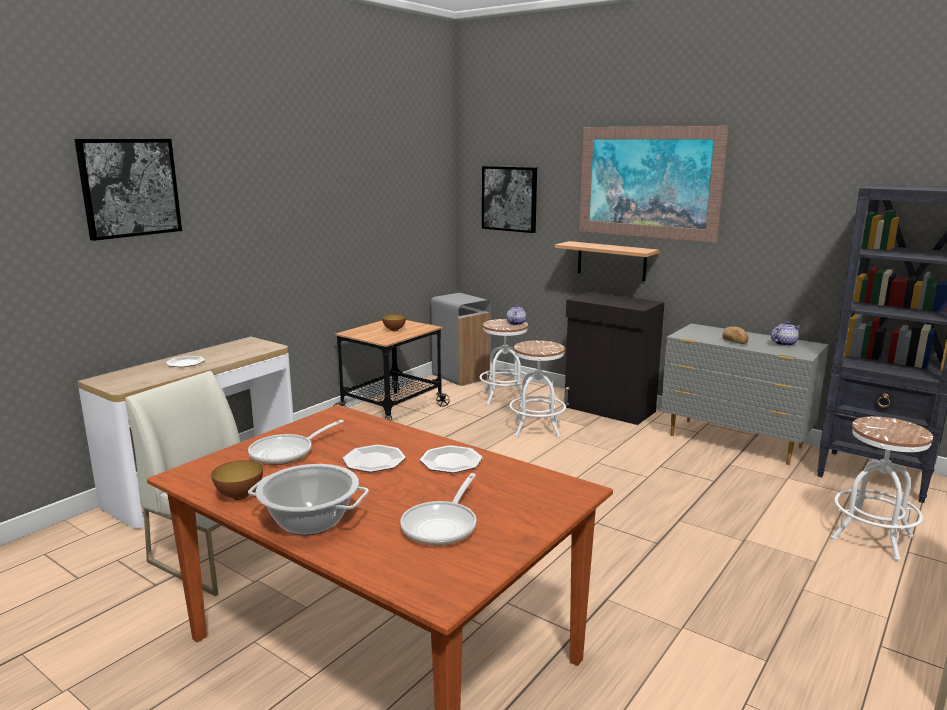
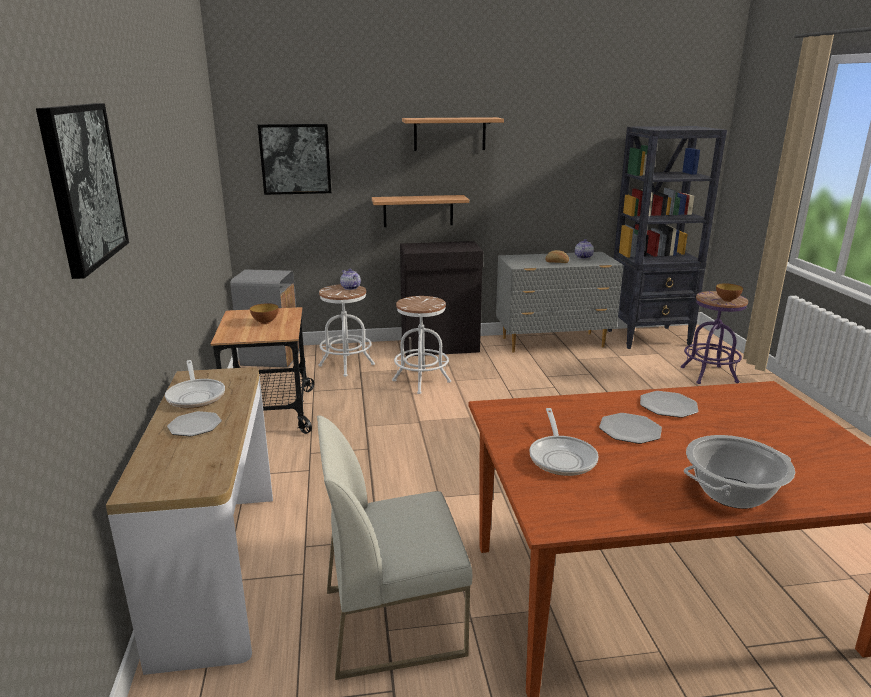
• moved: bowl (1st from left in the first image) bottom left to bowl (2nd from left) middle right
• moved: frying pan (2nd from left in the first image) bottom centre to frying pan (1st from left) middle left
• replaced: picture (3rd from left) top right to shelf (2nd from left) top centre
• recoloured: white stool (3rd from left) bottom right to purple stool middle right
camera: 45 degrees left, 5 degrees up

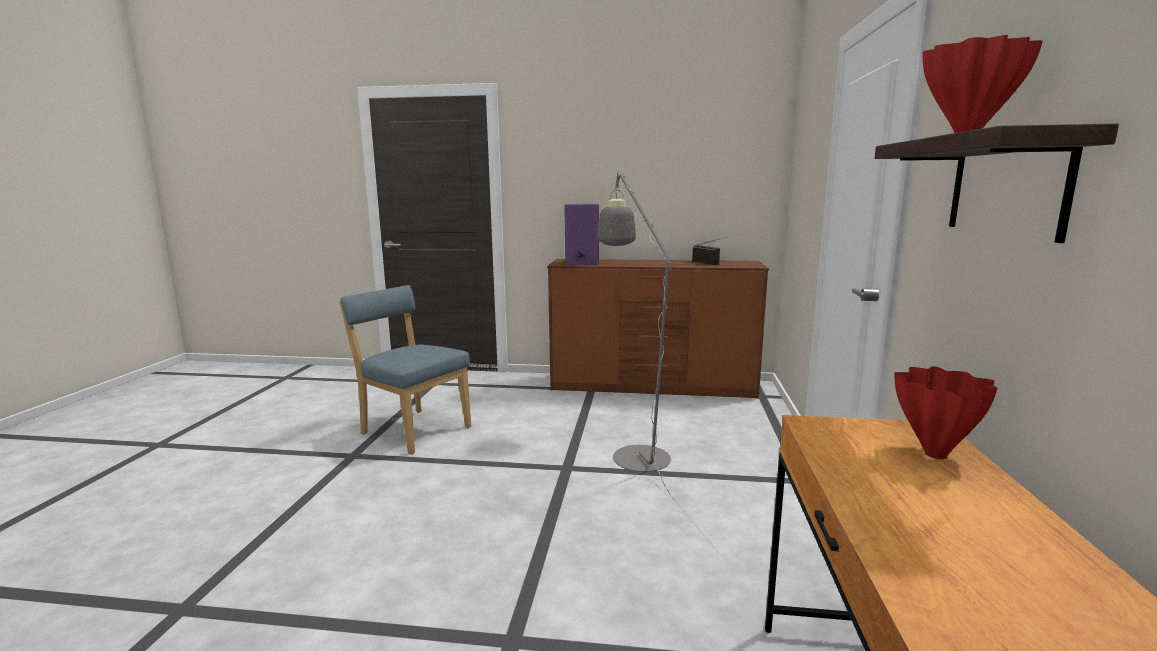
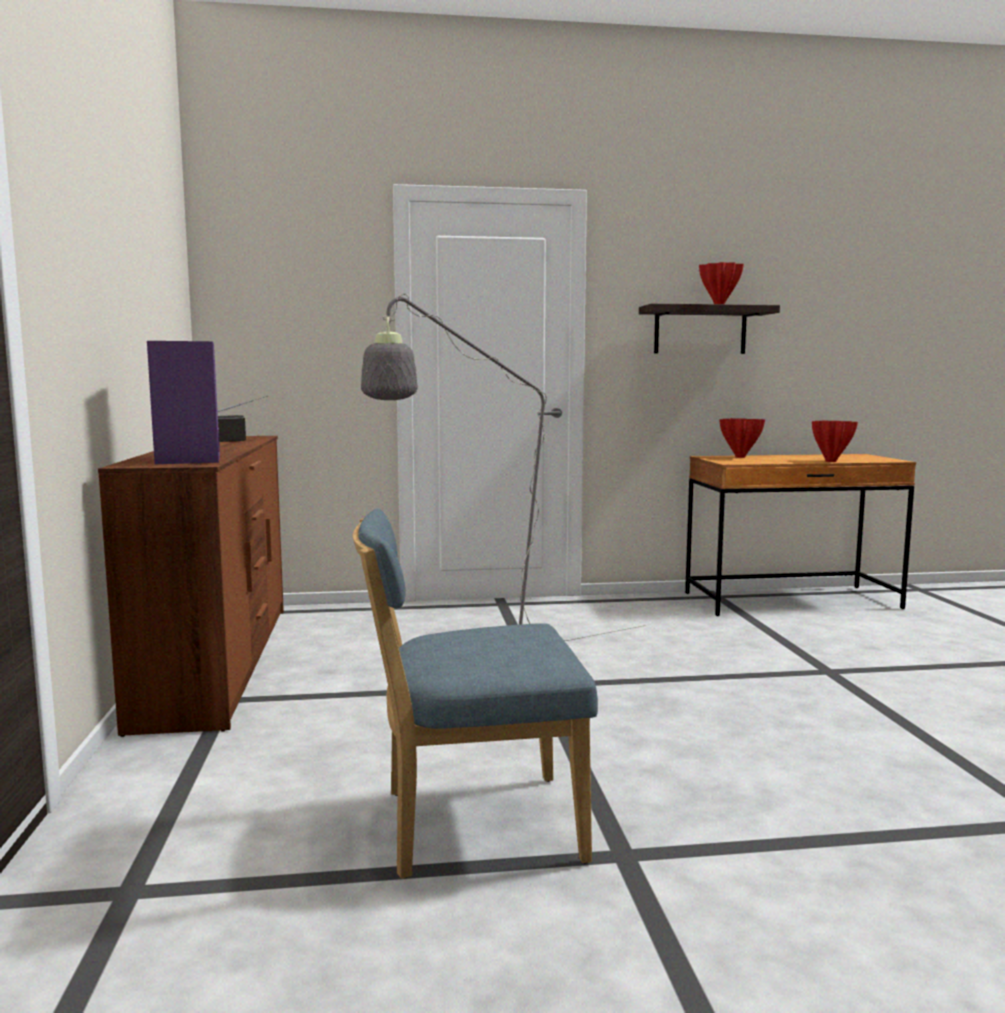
• added: red vase (3rd from left) middle right
• turned: blue chair centre = bottom centre 60 degrees clockwise
camera: 105 degrees left, 5 degrees down

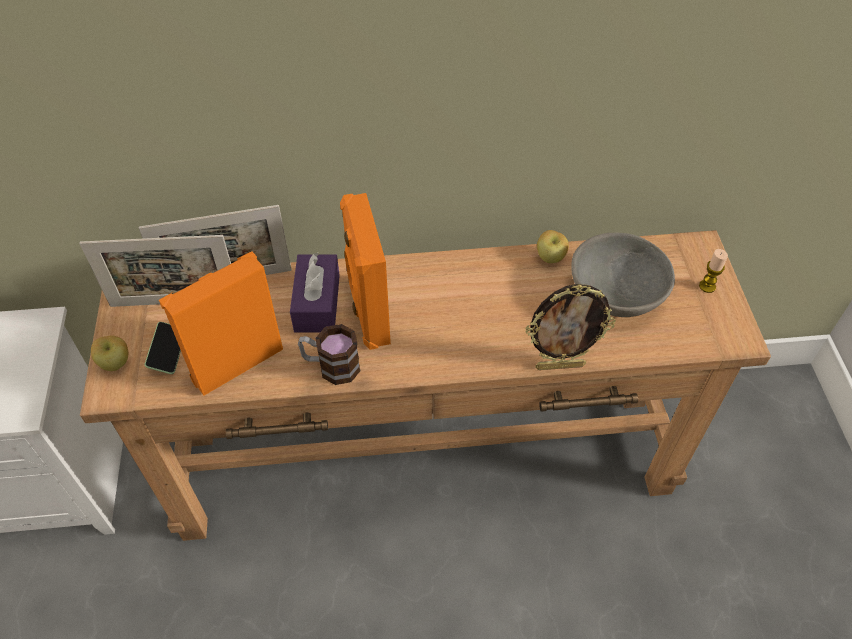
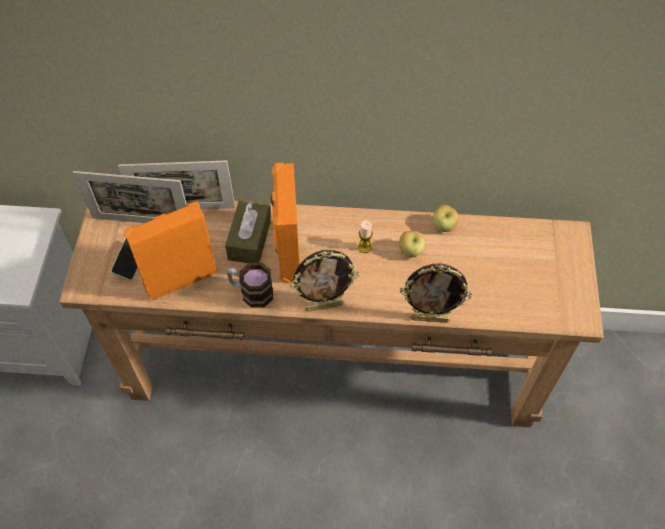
• removed: grey bowl middle right
• added: picture frame (3rd from left) centre
• moved: apple (1st from left) middle left to centre
• moved: candle middle right to centre
• recoloured: purple tissue box centre to brown tissue box centre
camera: 10 degrees right, 5 degrees up

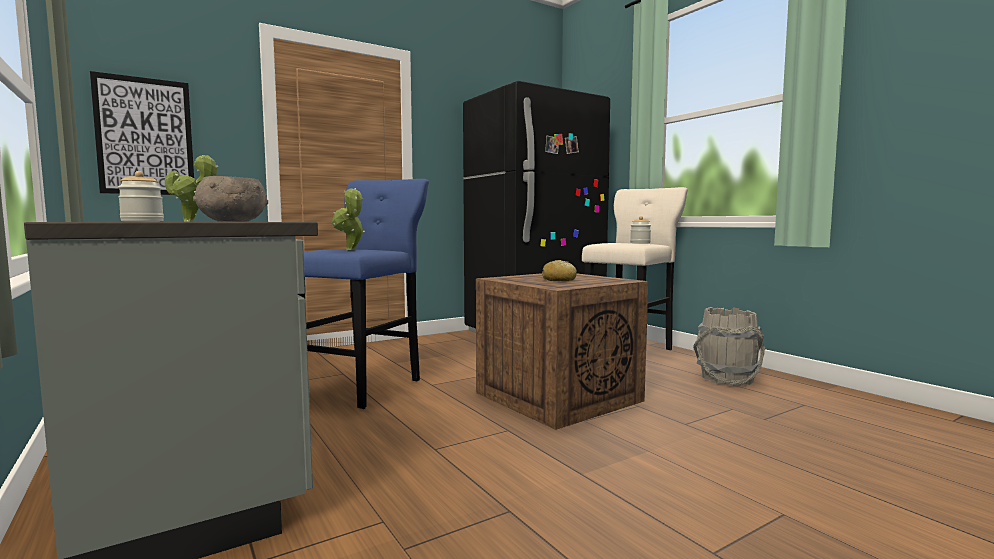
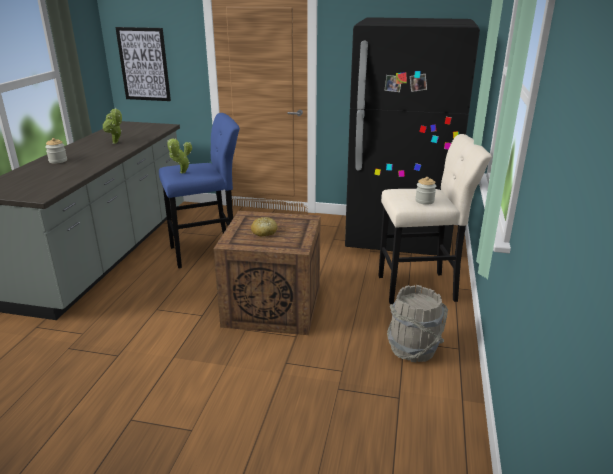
• removed: grey bowl middle left
camera: 45 degrees right, 20 degrees up

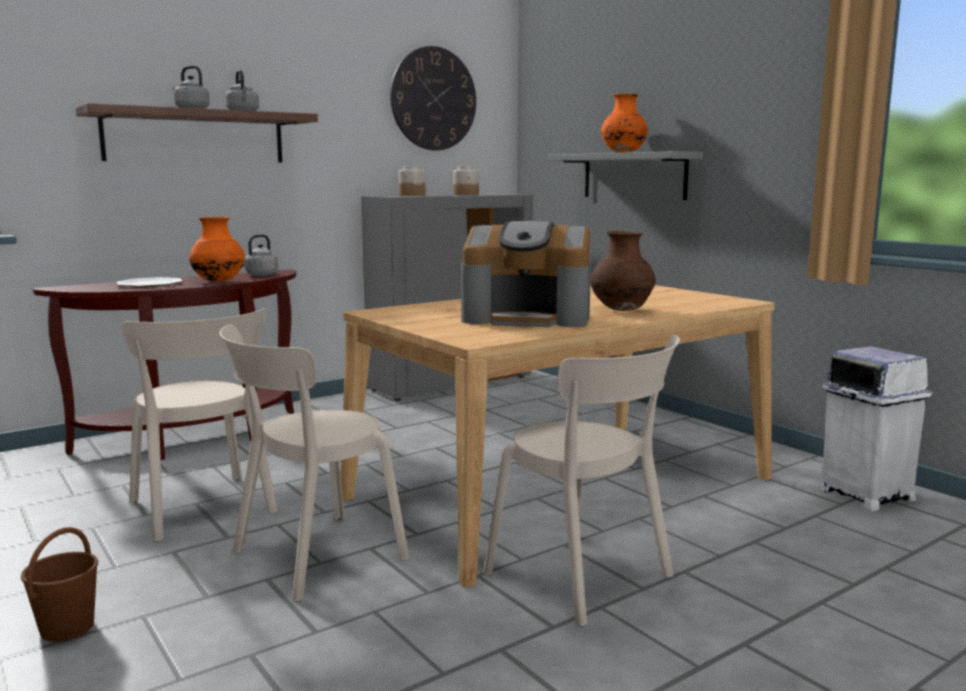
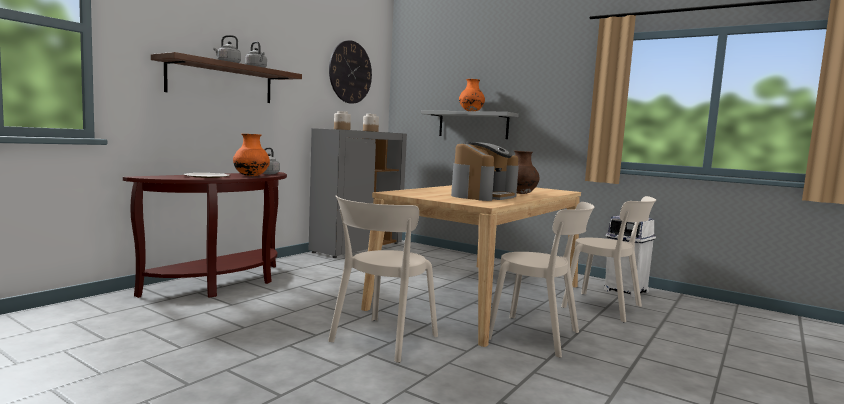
• removed: brown bucket bottom left
• moved: beige chair (1st from left in the first image) middle left to beige chair (3rd from left) middle right
• turned: coffee machine centre = centre 45 degrees counterclockwise
camera: 20 degrees left, 5 degrees down

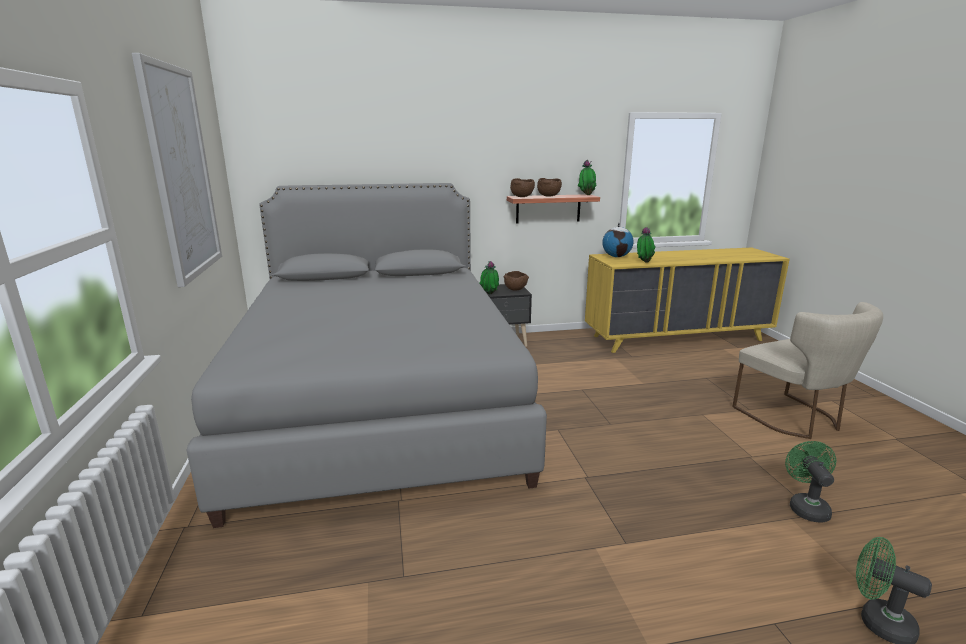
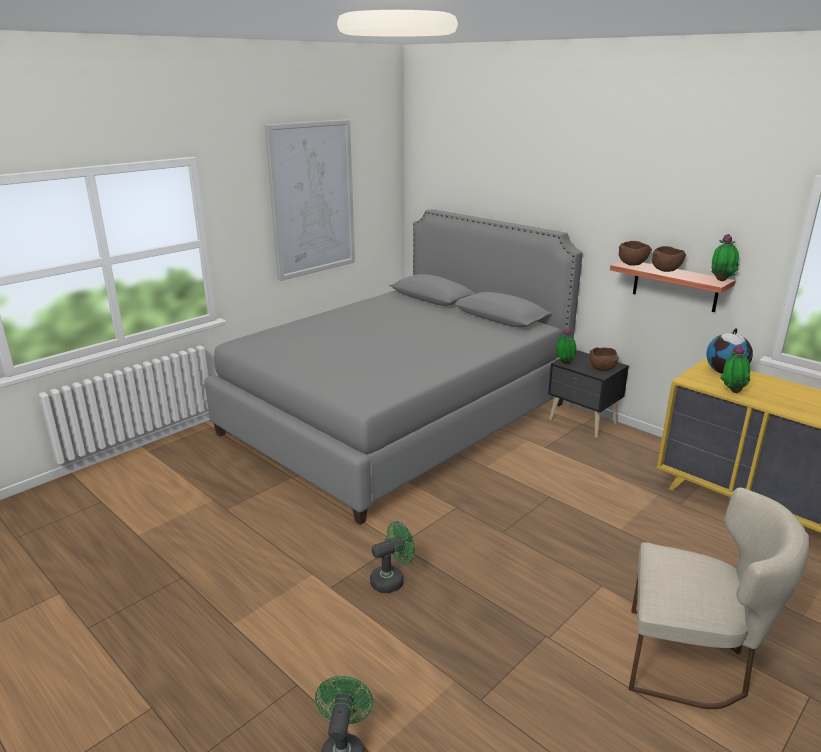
• moved: green fan (1st from left in the first image) bottom right to green fan (2nd from left) bottom centre
• turned: beige chair middle right = bottom right 105 degrees counterclockwise
camera: 55 degrees right, 5 degrees up

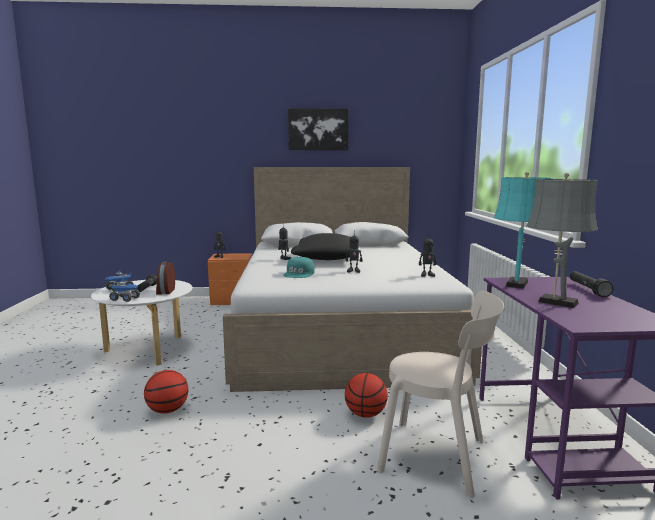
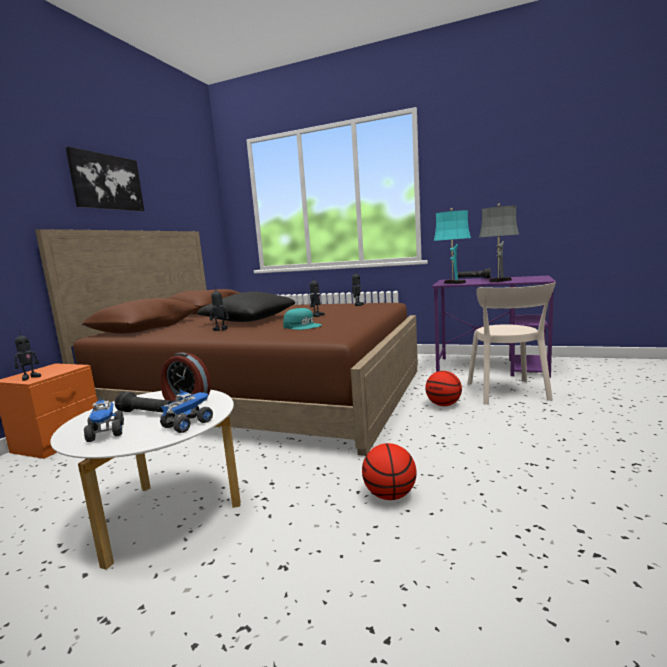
• recoloured: white bed centre to brown bed centre
• turned: beige chair bottom right = middle right 135 degrees clockwise
camera: 65 degrees left, 0 degrees up

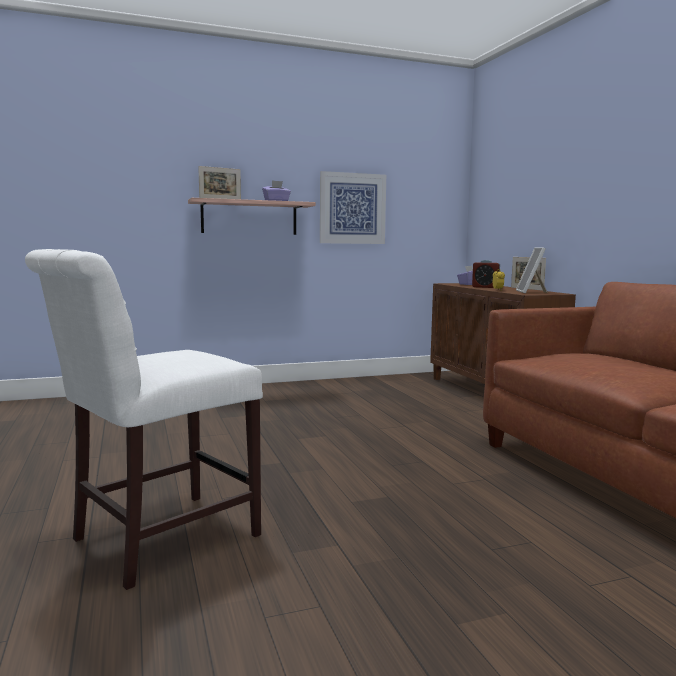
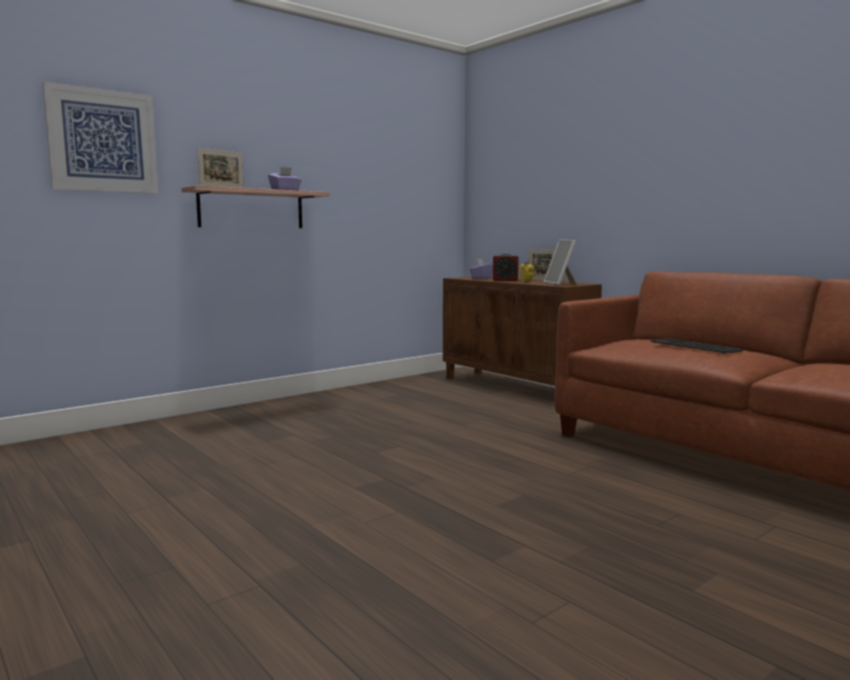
• removed: white chair middle left
• added: keyboard middle right
• moved: picture top centre to top left
camera: 20 degrees left, 0 degrees up

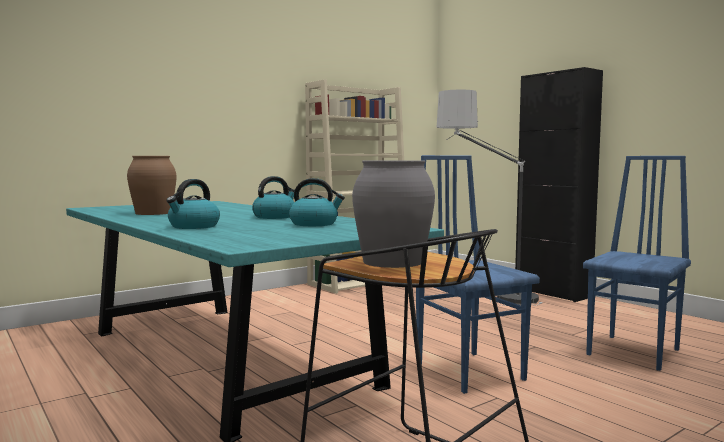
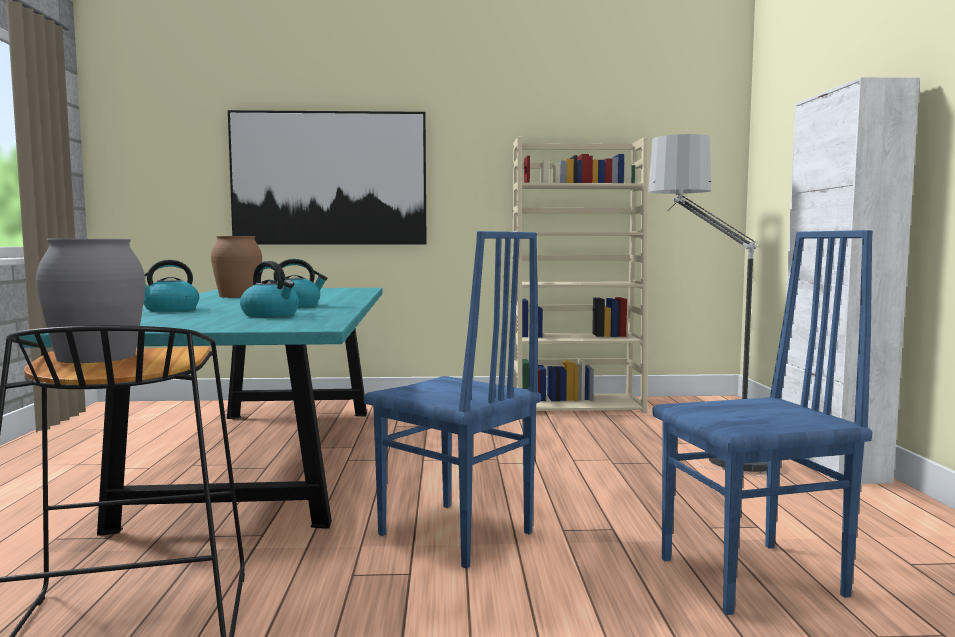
• added: picture top centre
• recoloured: black cabinet middle right to white cabinet middle right
• turned: blue chair (1st from left) centre = centre 120 degrees clockwise
camera: 35 degrees right, 0 degrees up

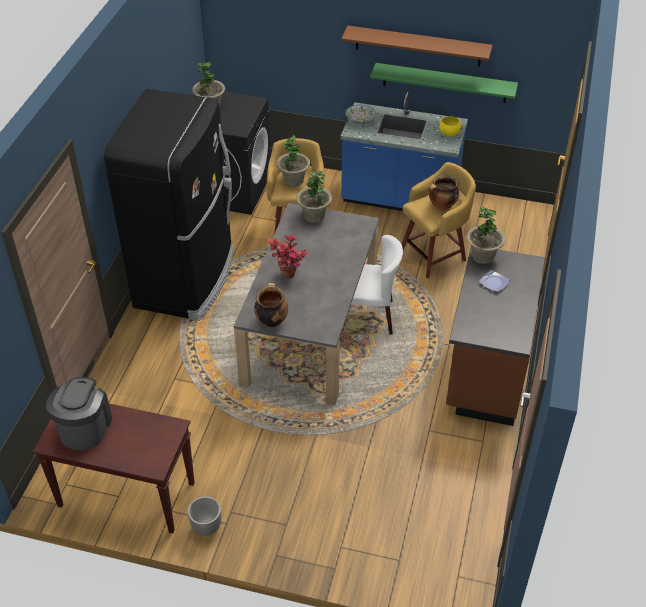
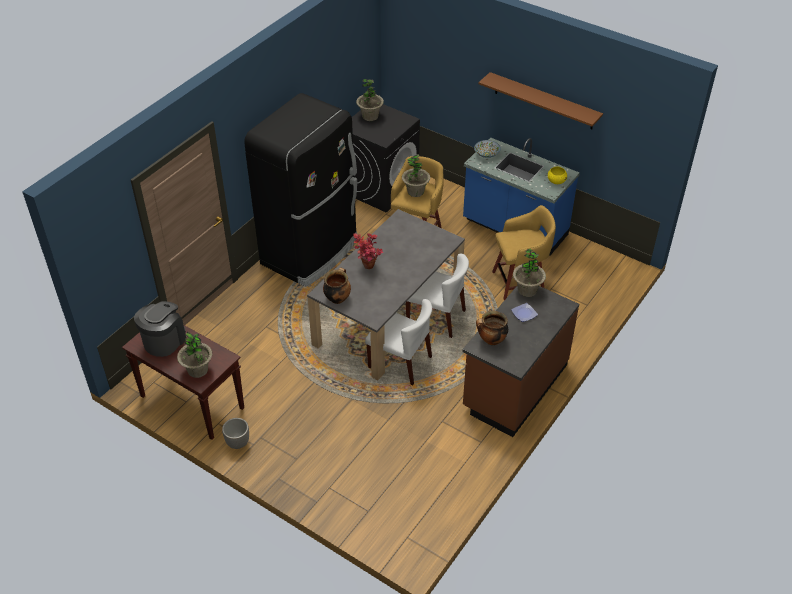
• removed: green shelf top right
• added: white chair (1st from left) centre
• moved: potted plant (4th from left in the first image) top centre to potted plant (1st from left) middle left
• moved: cooking pot (2nd from left) top right to centre
camera: 20 degrees right, 0 degrees up

